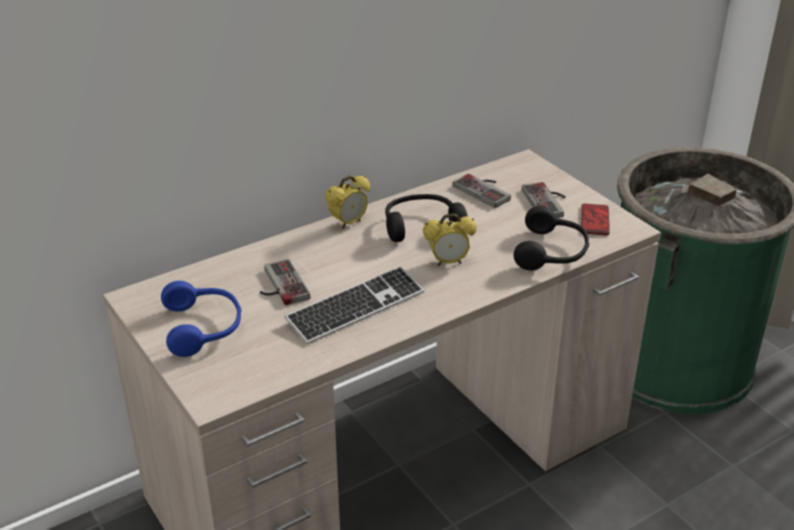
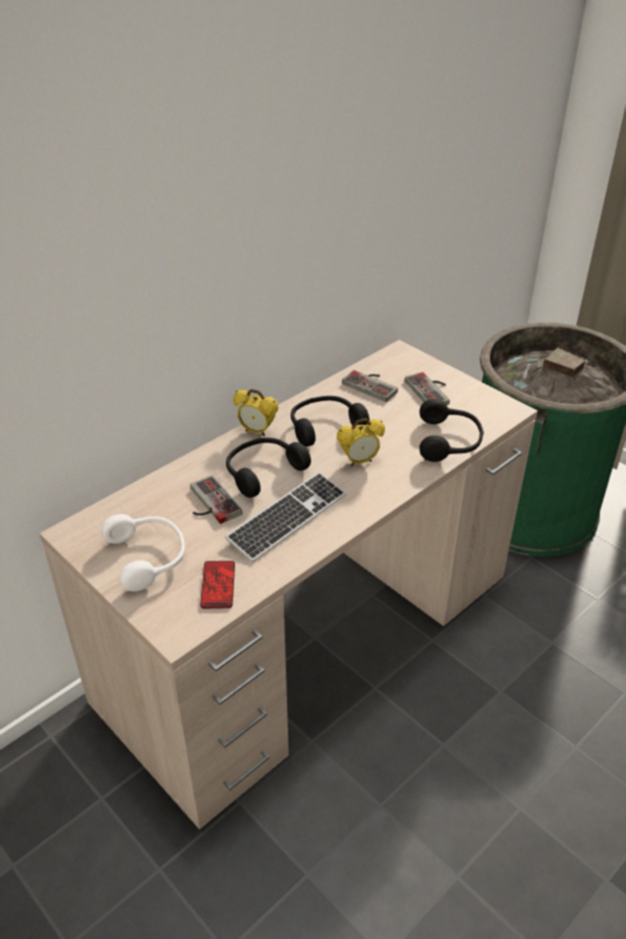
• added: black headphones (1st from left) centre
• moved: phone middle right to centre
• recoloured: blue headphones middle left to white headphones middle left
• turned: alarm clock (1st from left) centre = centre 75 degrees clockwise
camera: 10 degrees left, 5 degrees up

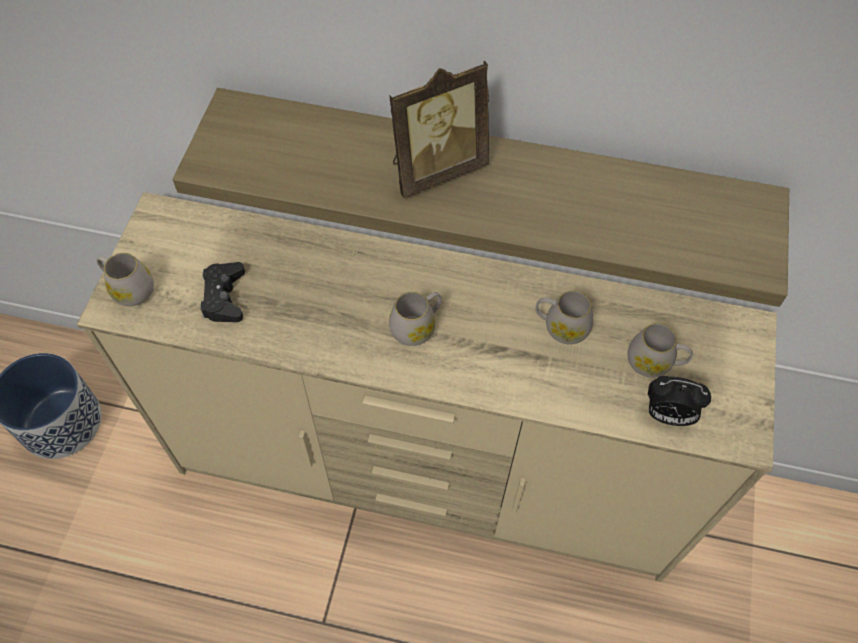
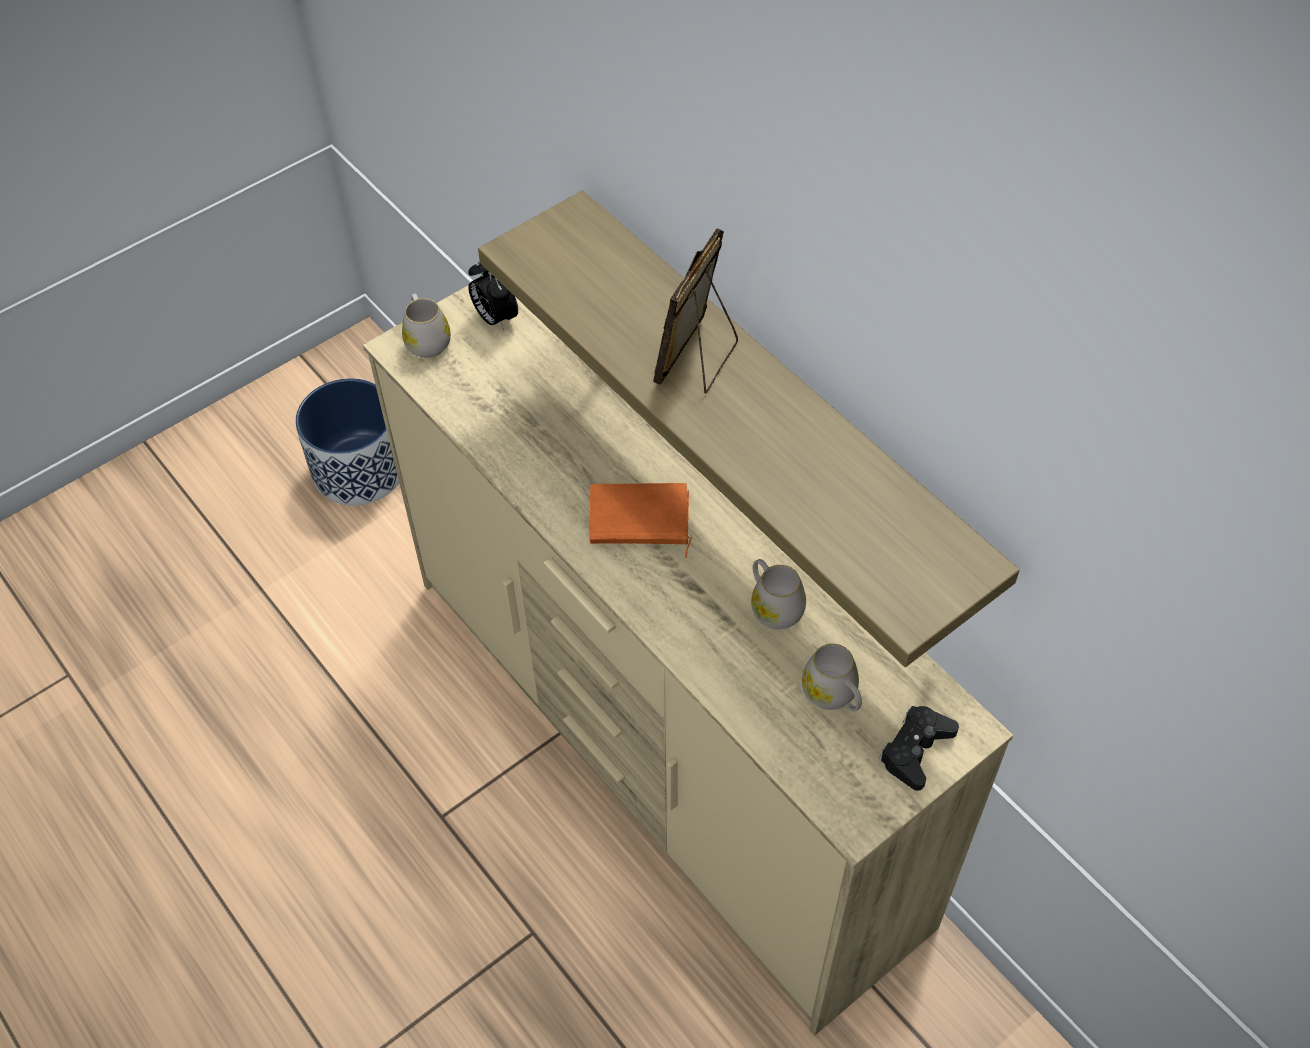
• moved: black game controller middle left to bottom right
• moved: alarm clock middle right to top centre
• replaced: white mug (2nd from left) centre to orange book centre
• turned: picture frame top centre = top centre 105 degrees clockwise
camera: 40 degrees right, 5 degrees down

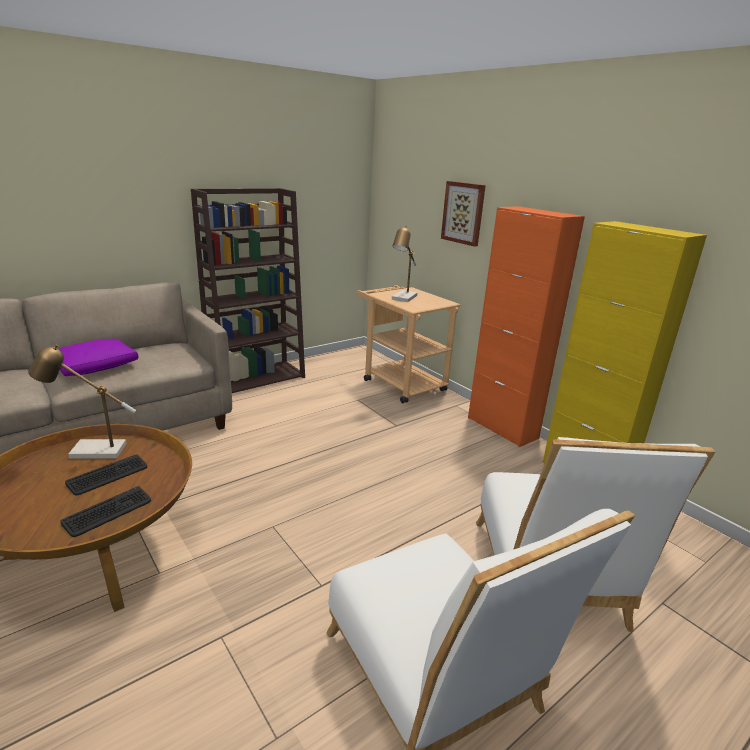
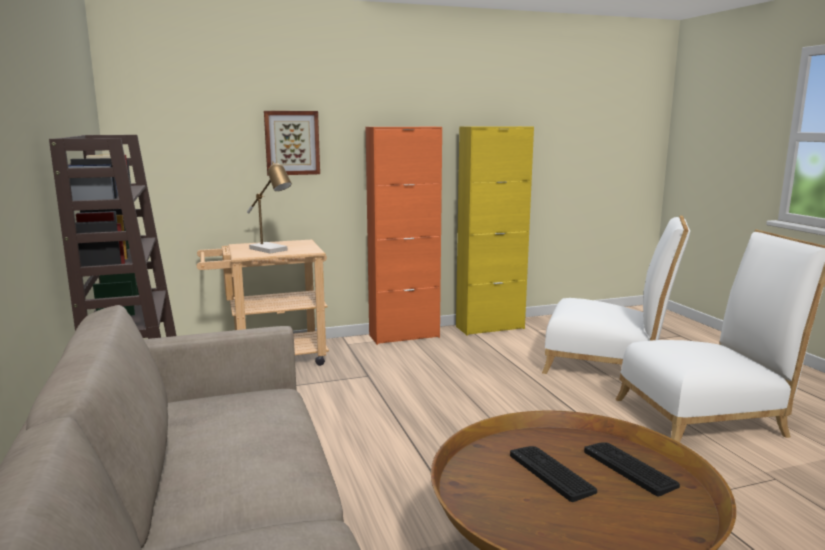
• removed: table lamp (1st from left) middle left
• removed: purple pillow middle left
camera: 70 degrees left, 10 degrees down

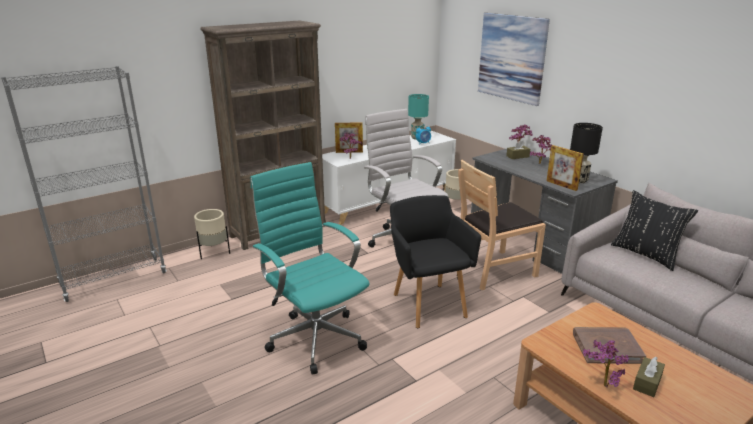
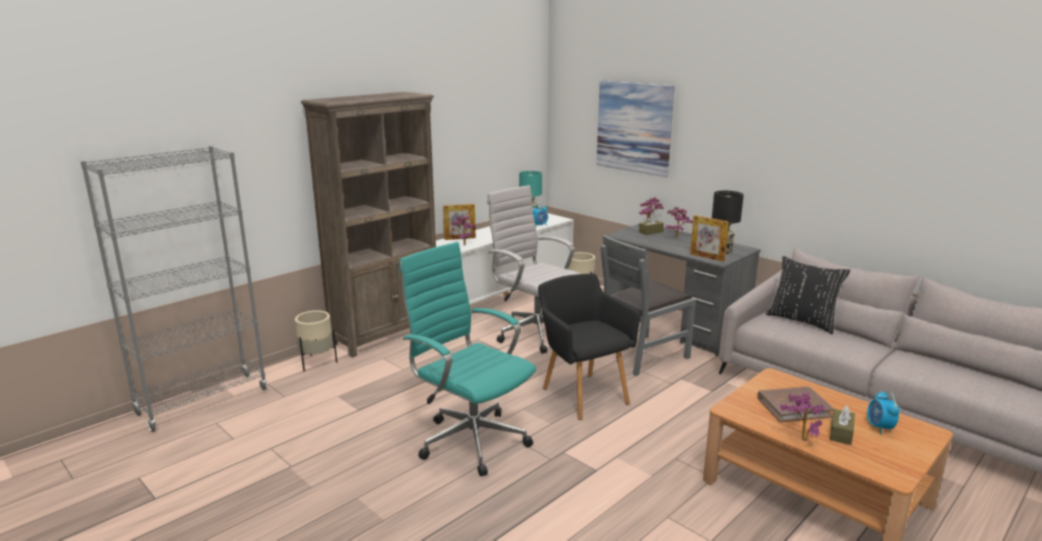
• added: alarm clock (2nd from left) bottom right
• recoloured: brown chair middle right to grey chair centre
camera: 10 degrees left, 5 degrees down

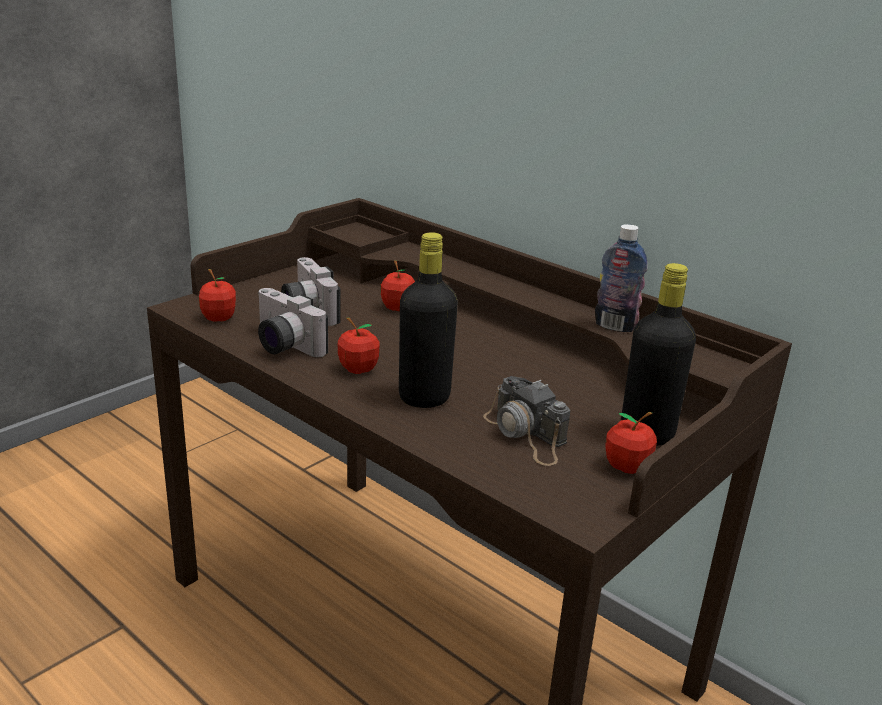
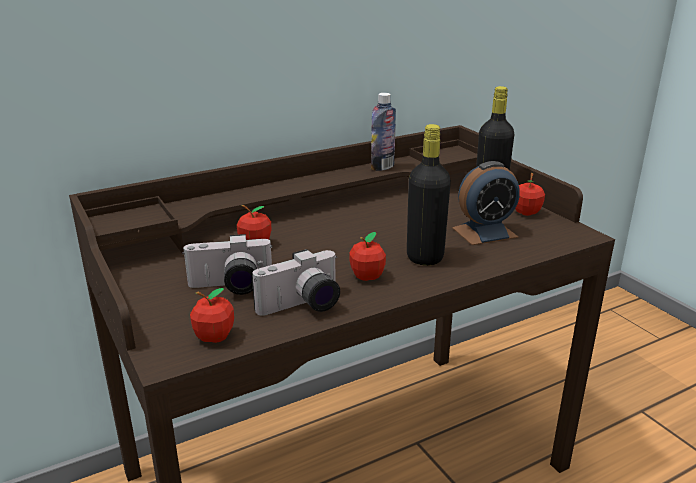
• replaced: photo camera (3rd from left) centre to alarm clock middle right
camera: 70 degrees left, 0 degrees up

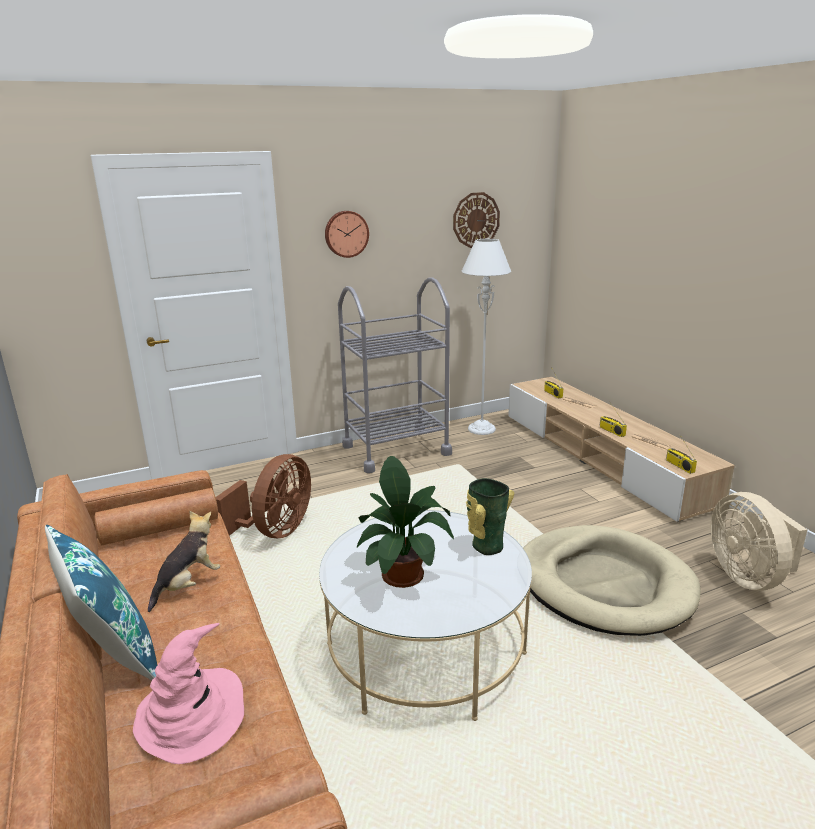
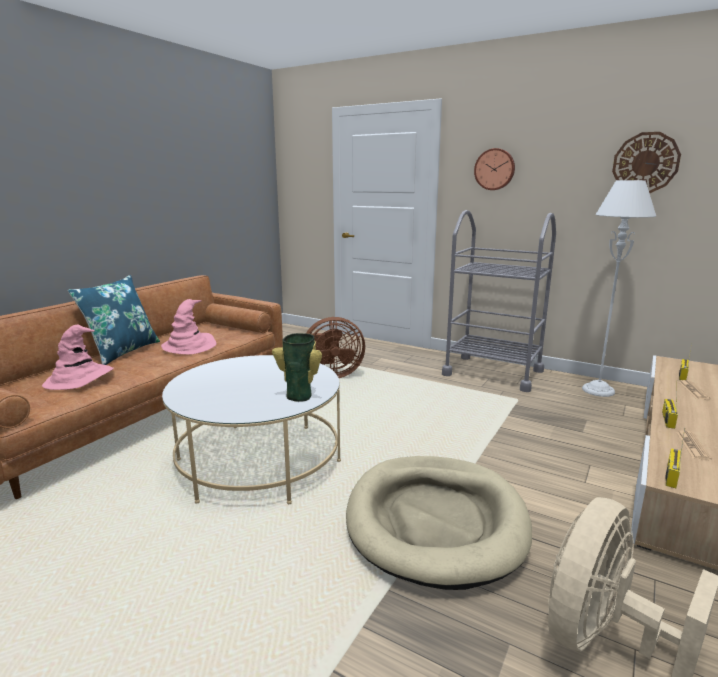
• removed: potted plant centre
• replaced: plush toy bottom left to pink hat (2nd from left) middle left
camera: 55 degrees right, 5 degrees down

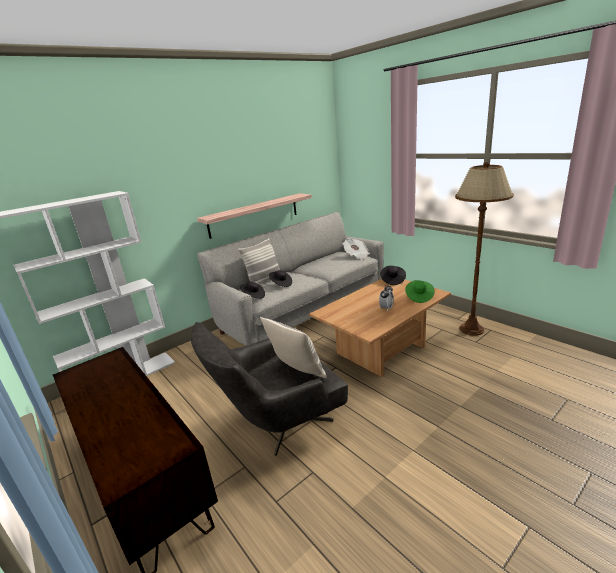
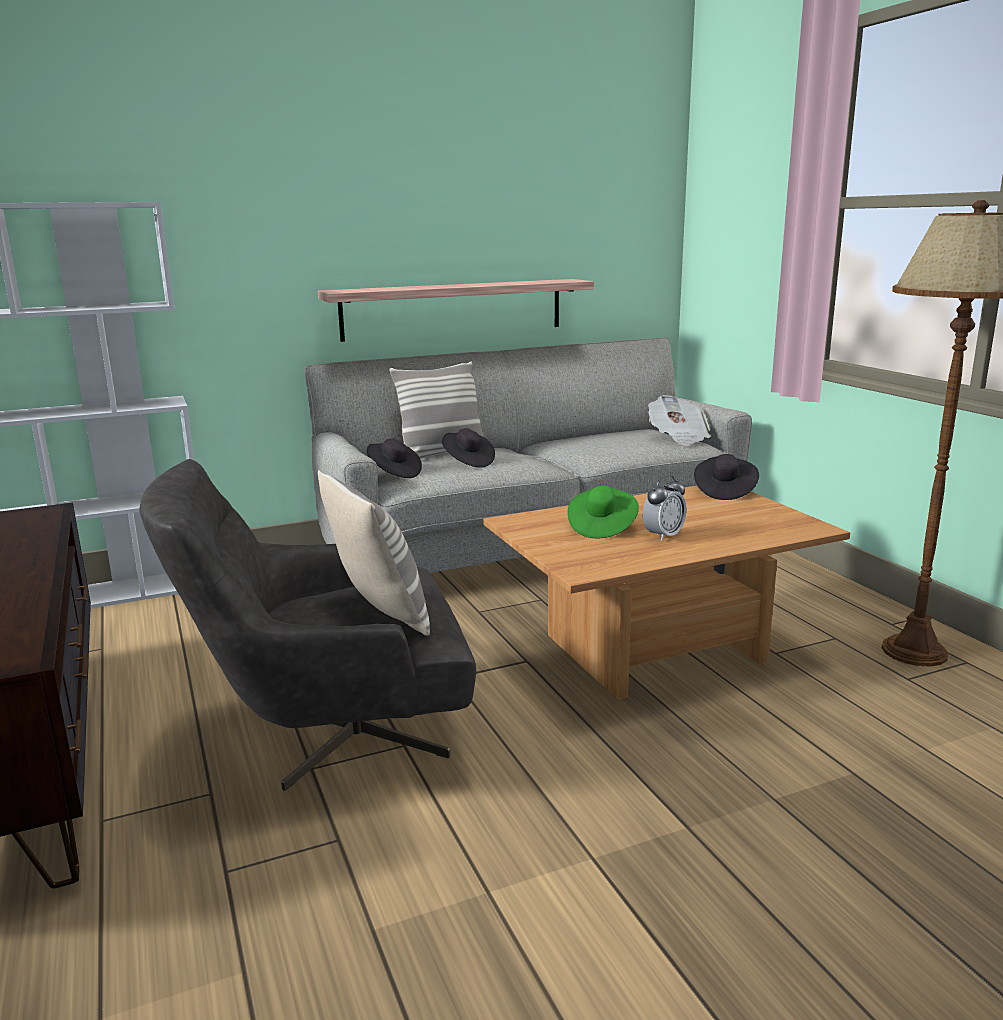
• moved: green hat middle right to centre
camera: 15 degrees right, 5 degrees down

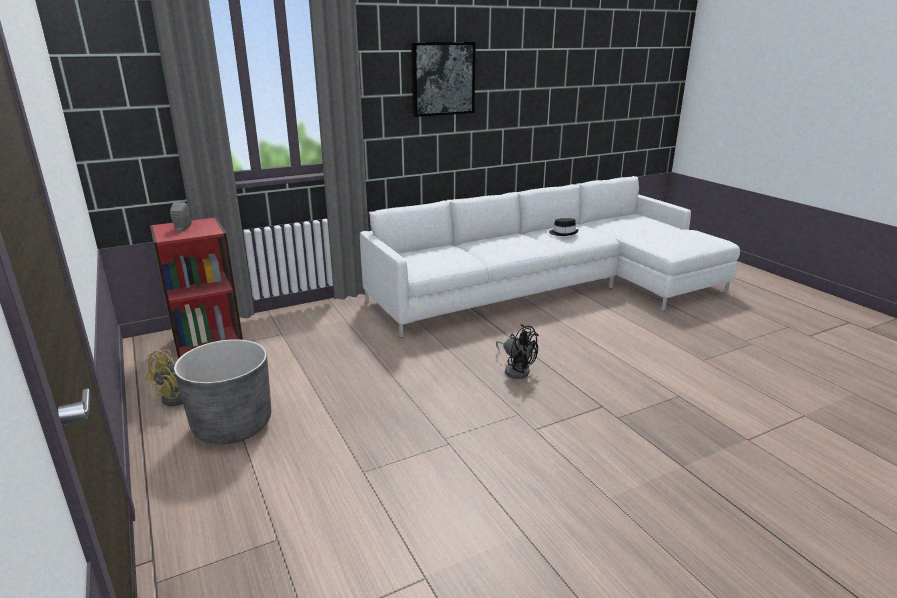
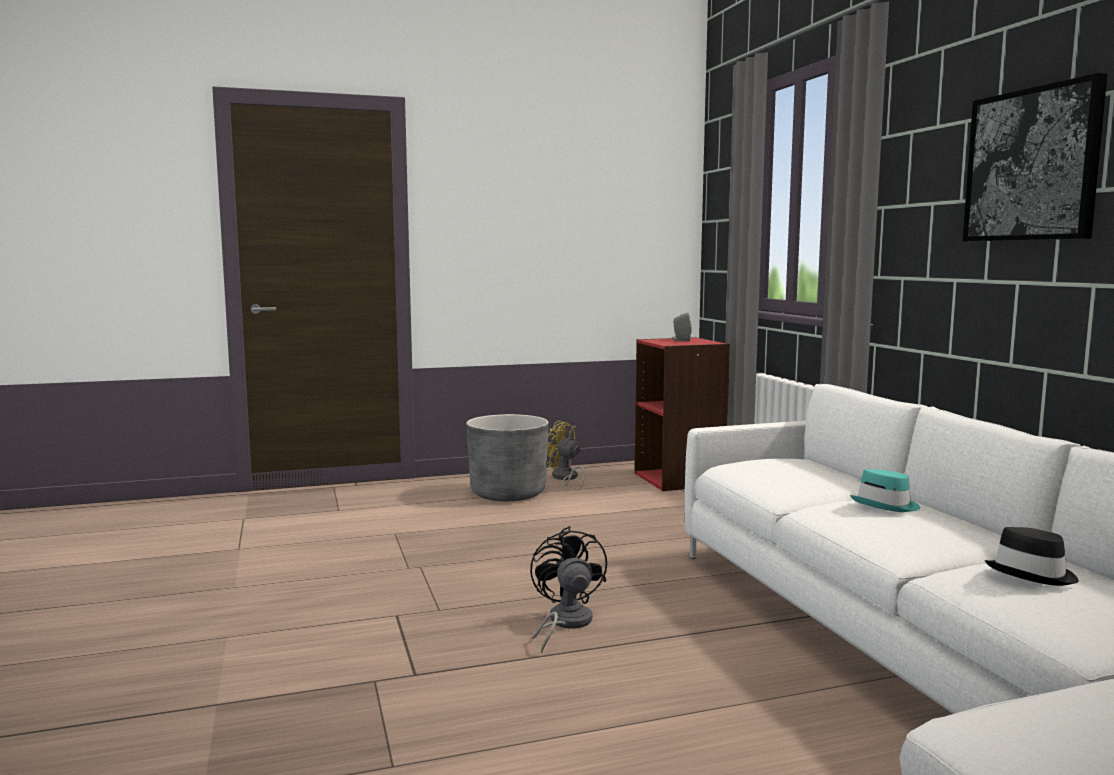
• added: turquoise hat middle right
• turned: black fan centre = bottom centre 120 degrees clockwise
camera: 100 degrees right, 15 degrees down

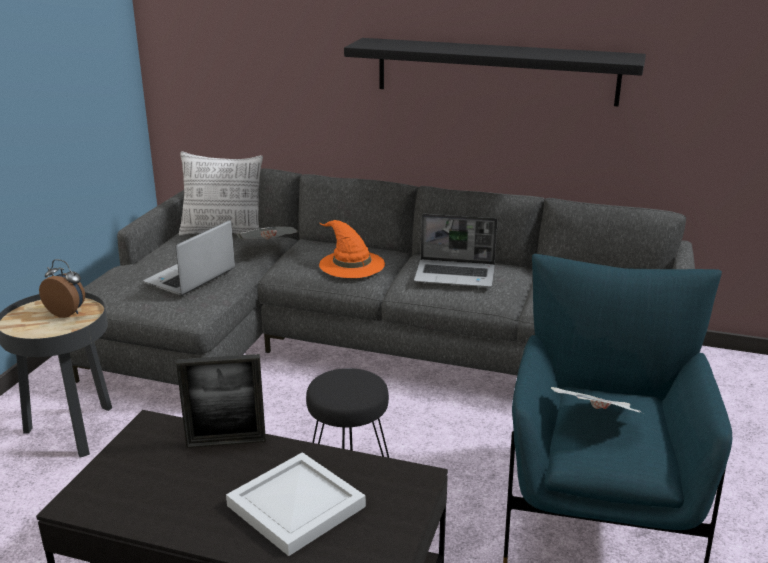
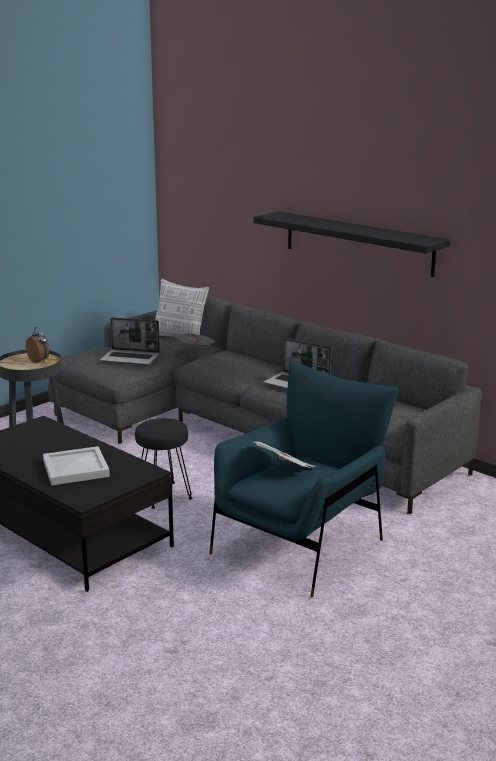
• removed: picture frame bottom left
• removed: orange hat centre
• turned: laptop (1st from left) middle left = middle left 135 degrees counterclockwise
camera: 25 degrees right, 5 degrees down

